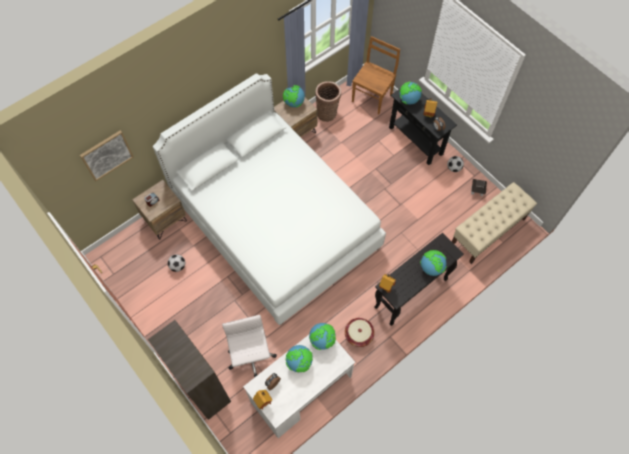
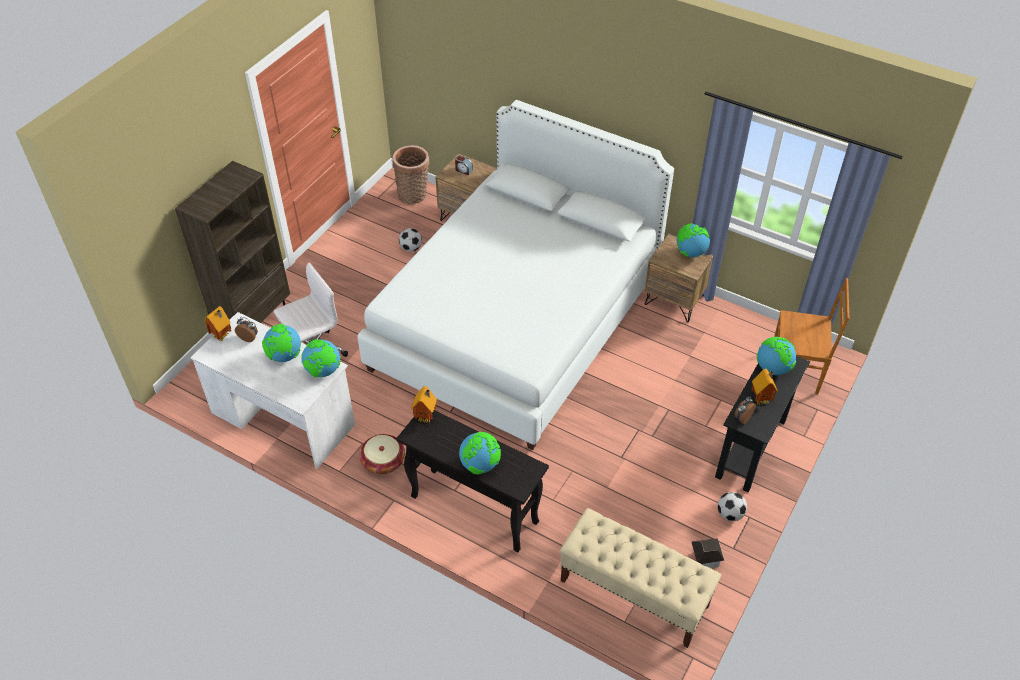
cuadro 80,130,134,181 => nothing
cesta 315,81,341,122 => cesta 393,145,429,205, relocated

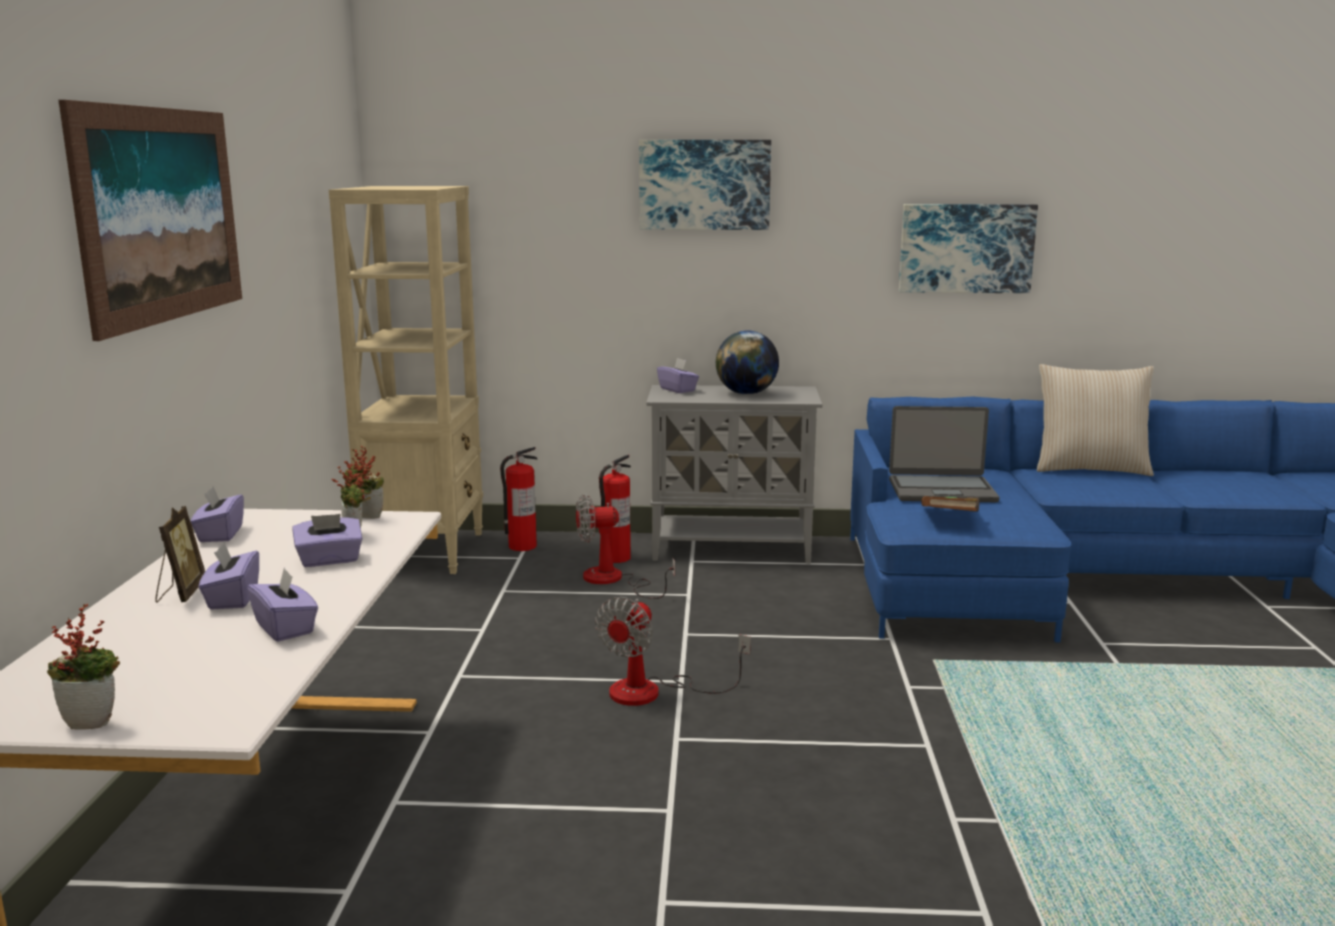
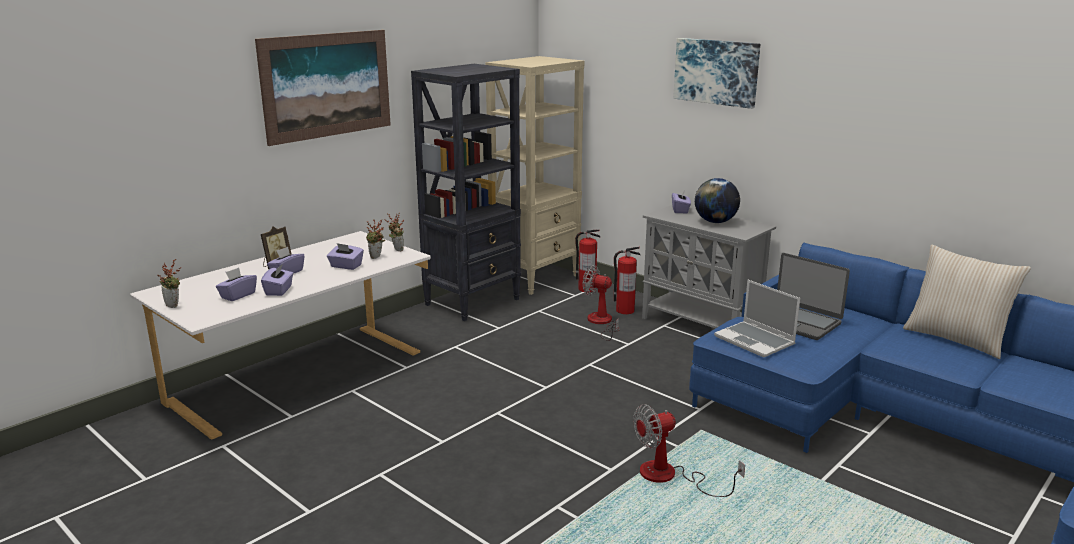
caja de pañuelos [morado] 190,486,244,542 => caja de pañuelos [morado] 216,268,257,301, relocated
ventilador 595,597,751,706 => ventilador 633,404,745,497, relocated
cuadro 899,204,1038,293 => nothing
libro [marrón] 921,496,979,512 => portátil 714,280,800,358
nothing => estantería [negro] 411,64,521,321

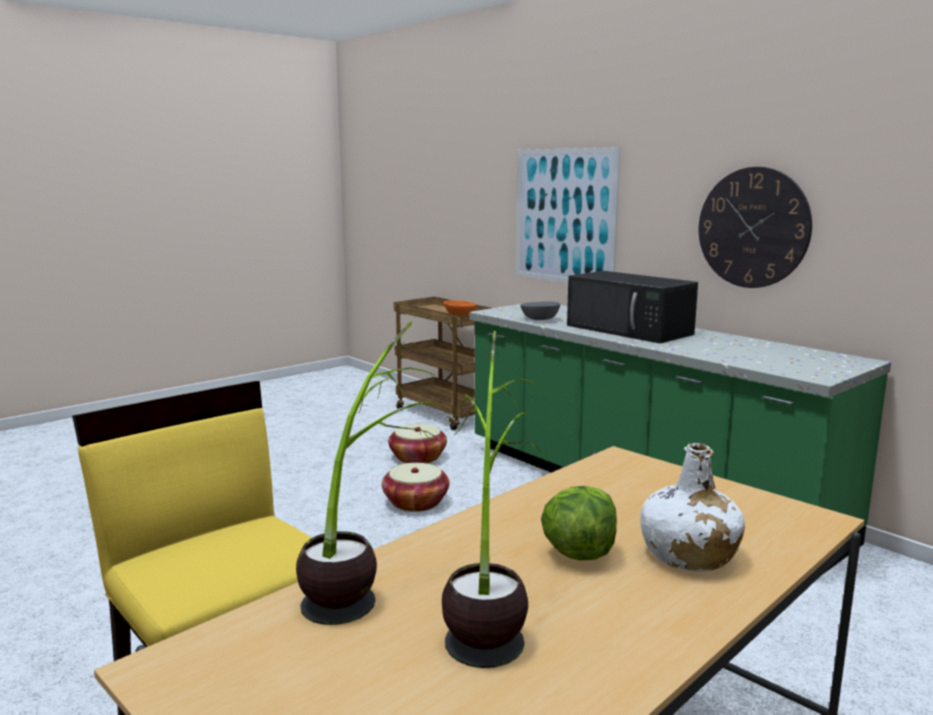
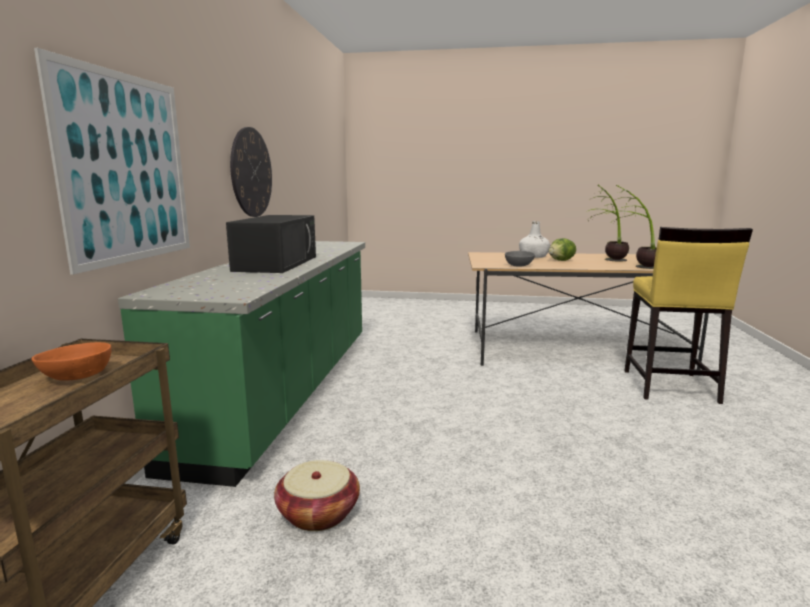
cesta 382,463,449,512 => nothing
cuenco [gris] 520,301,560,320 => cuenco [gris] 505,251,535,267, relocated

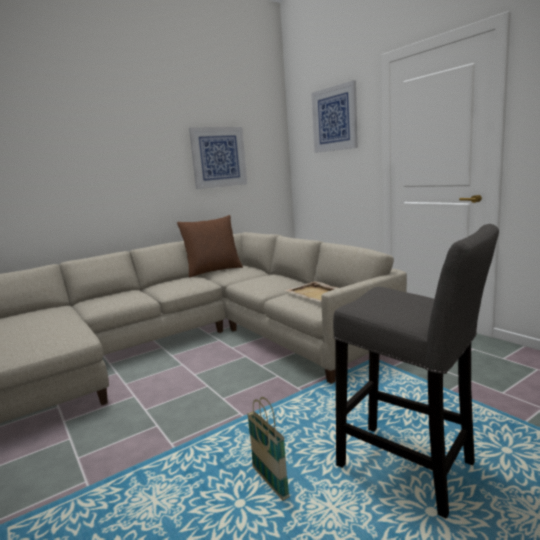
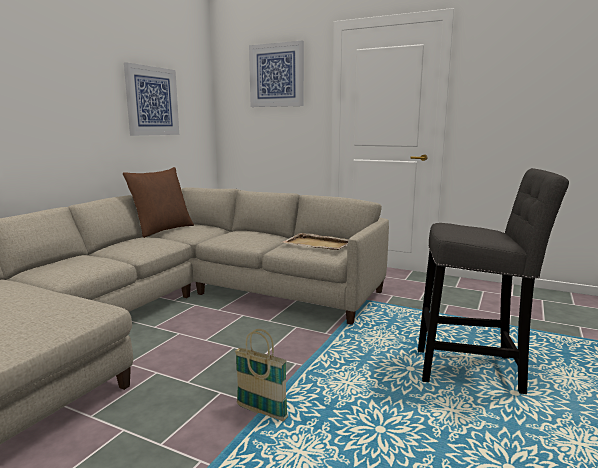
cesta 247,397,290,501 => cesta 235,329,288,421, relocated

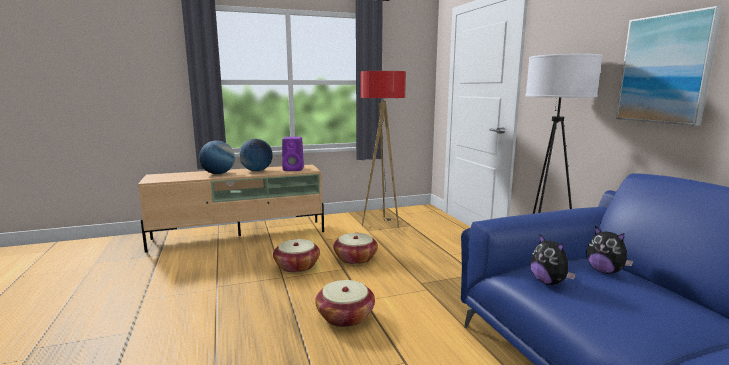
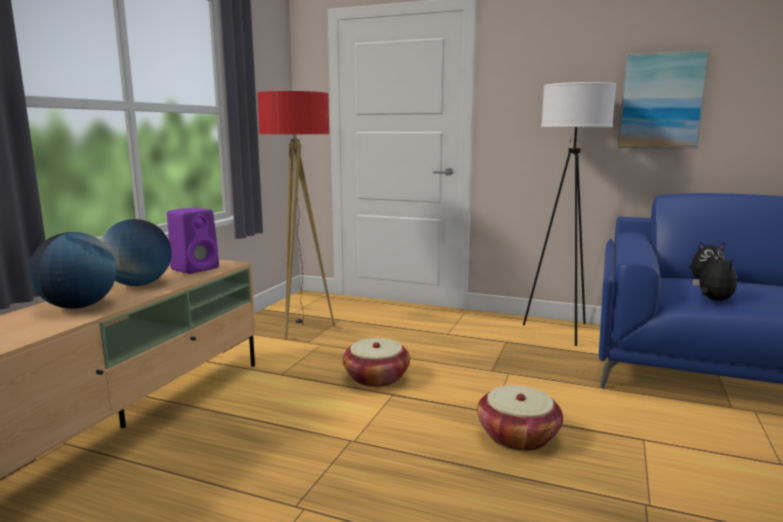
cesta 273,239,320,273 => nothing
peluche 530,234,576,285 => peluche 693,253,737,301, 120 degrees counterclockwise

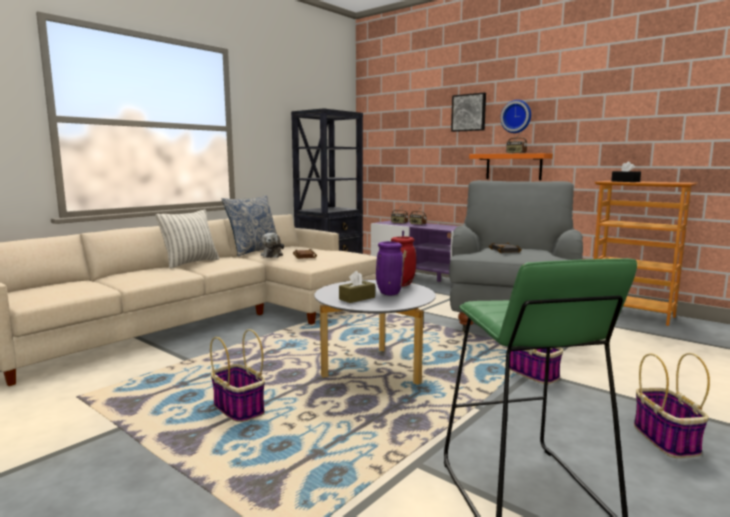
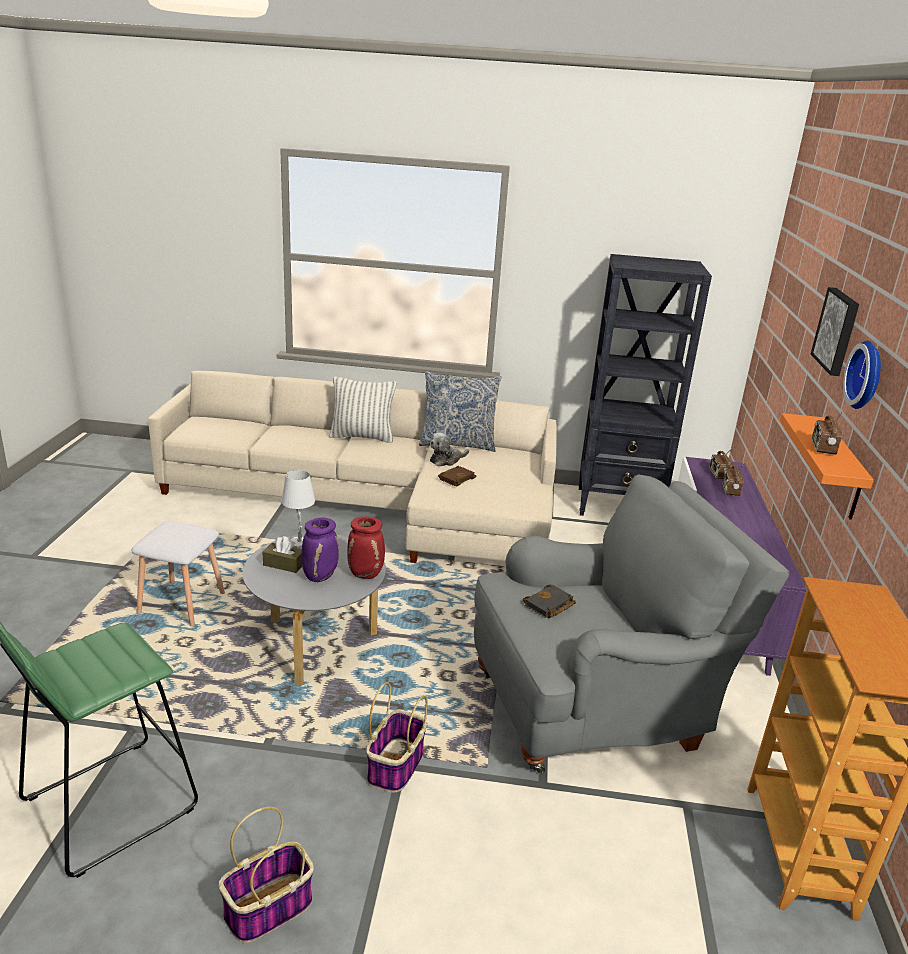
cesta 210,329,265,422 => taburete [blanco] 131,521,225,626
caja de pañuelos [negro] 611,161,641,182 => nothing
nothing => lámpara de mesa [blanco] 281,470,315,549

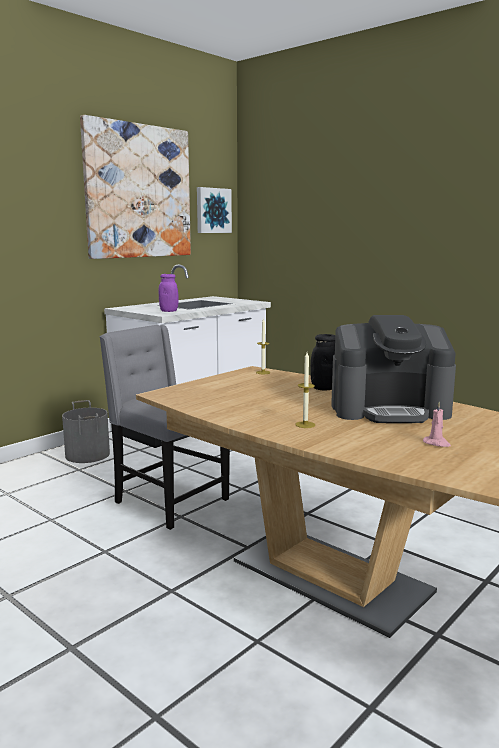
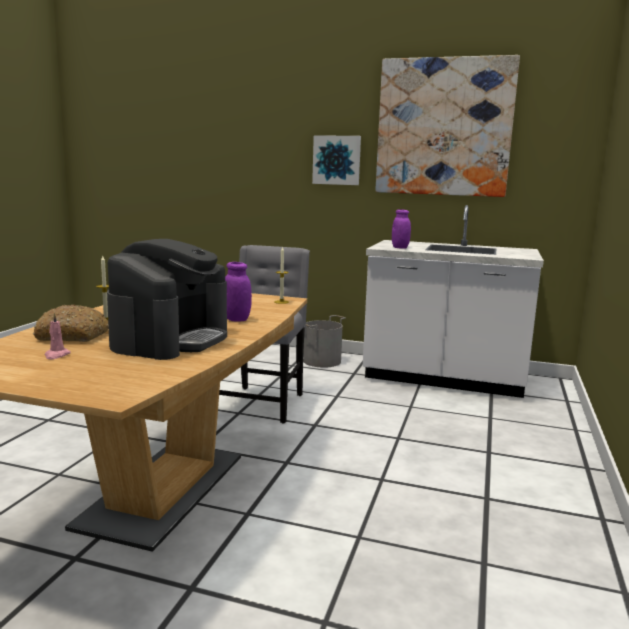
cuadro 197,187,232,233 => cuadro 312,135,361,185, relocated
tarro [negro] 310,334,335,390 => tarro [morado] 225,262,252,322
cafetera 331,315,456,423 => cafetera 107,239,227,360, 135 degrees counterclockwise
nothing => pan 33,304,109,342

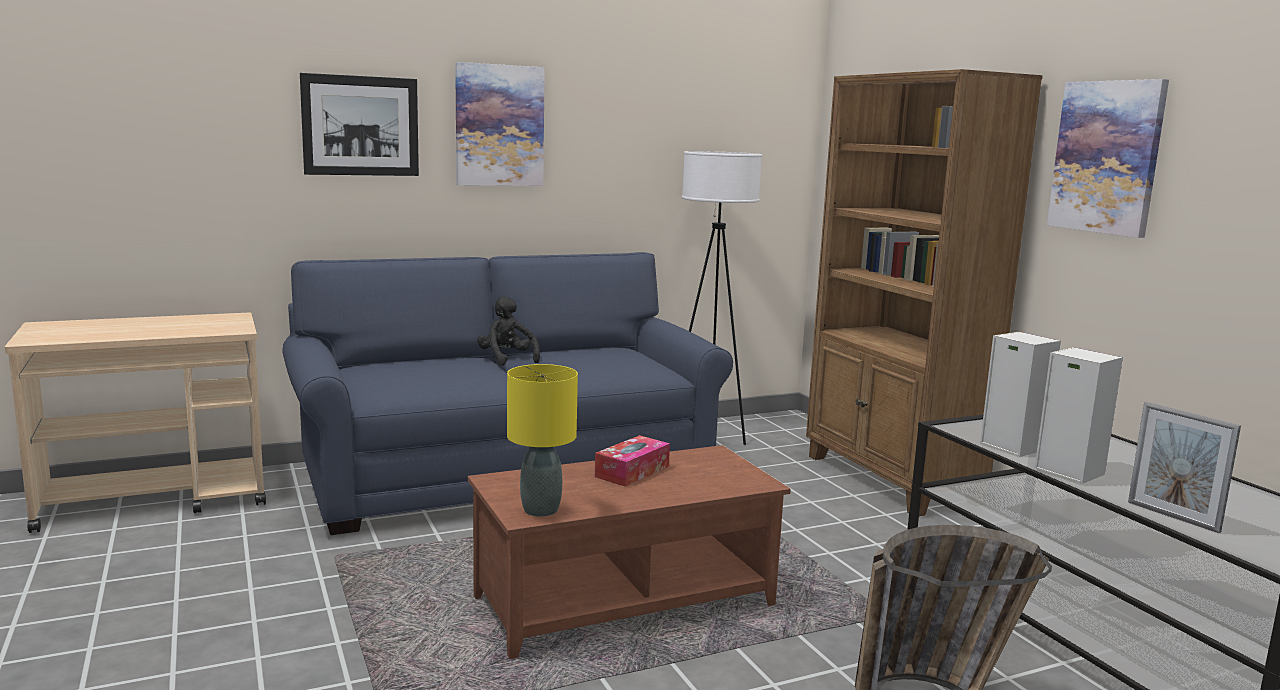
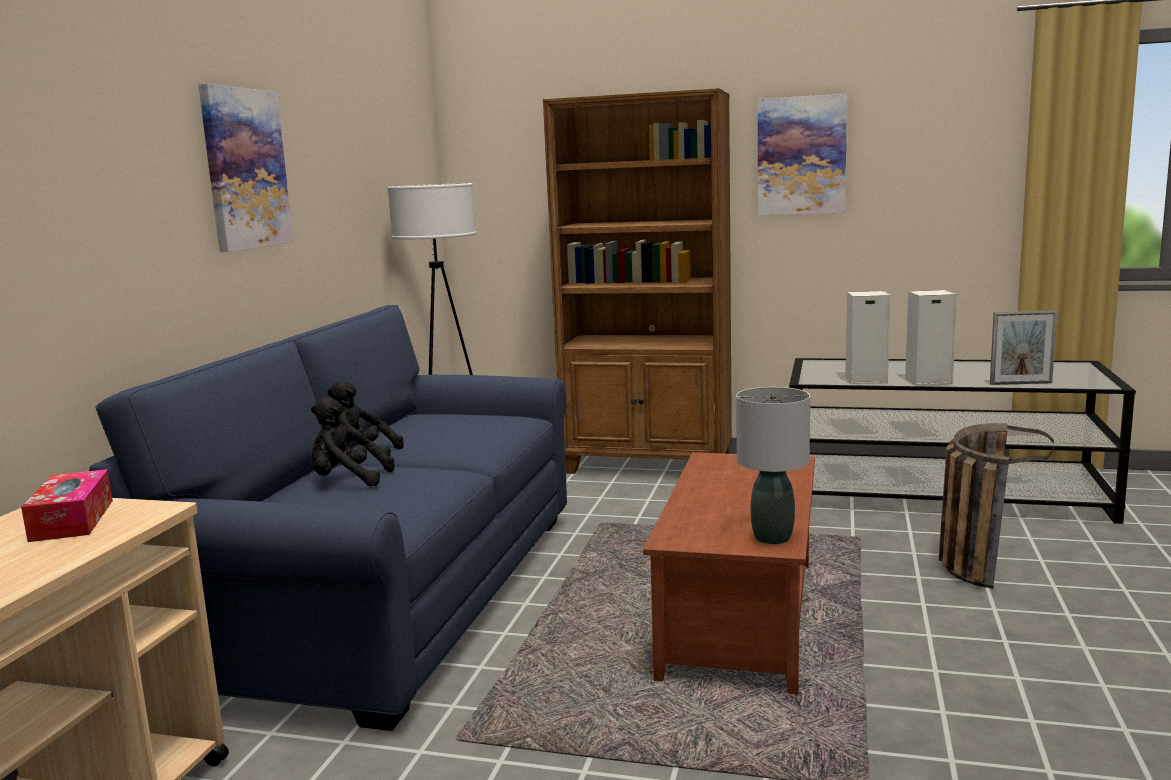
cuadro 300,73,419,176 => nothing
lámpara de mesa [amarillo] 507,364,578,517 => lámpara de mesa [gris] 736,387,810,544
caja de pañuelos 595,435,670,487 => caja de pañuelos 21,469,113,542, relocated
nothing => peluche [negro] 311,397,395,486

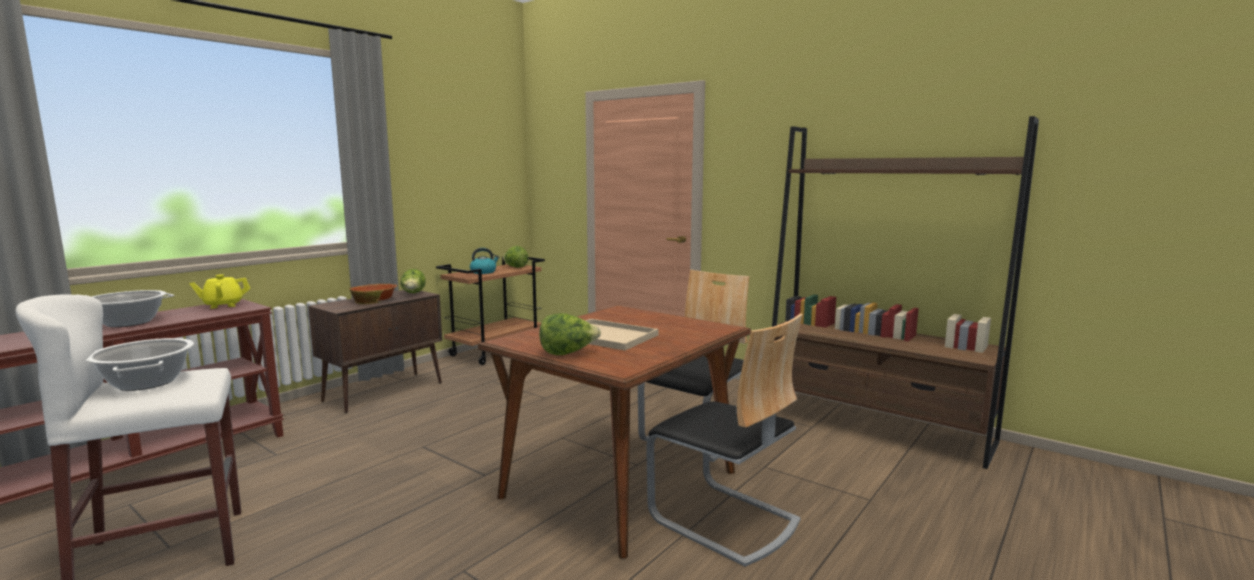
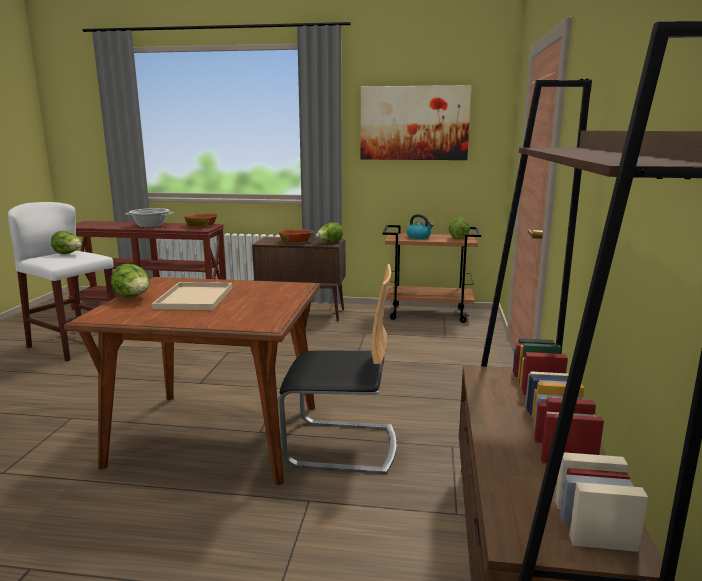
olla 86,338,194,391 => lechuga 51,231,82,254
tetera [amarillo] 190,274,250,309 => cuenco 184,214,218,228
silla 646,313,803,567 => nothing
nothing => cuadro 360,85,472,160

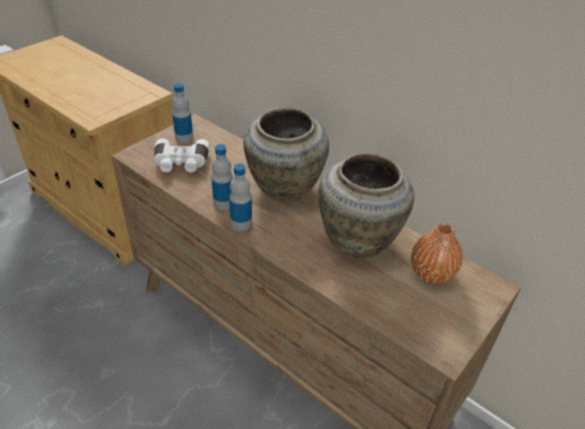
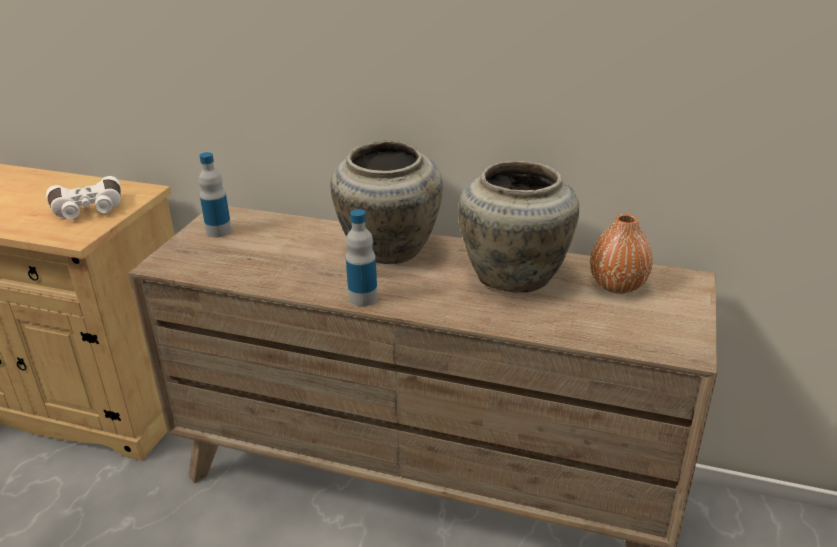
prismáticos [blanco] 154,138,210,173 => prismáticos [blanco] 46,176,121,219, relocated
botella 212,144,233,210 => nothing

